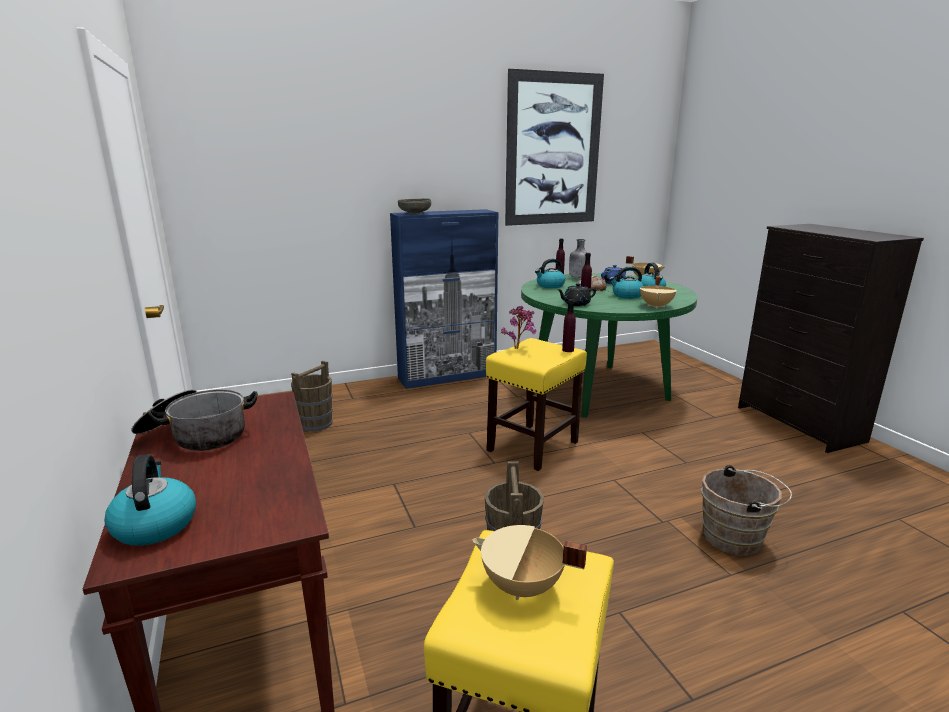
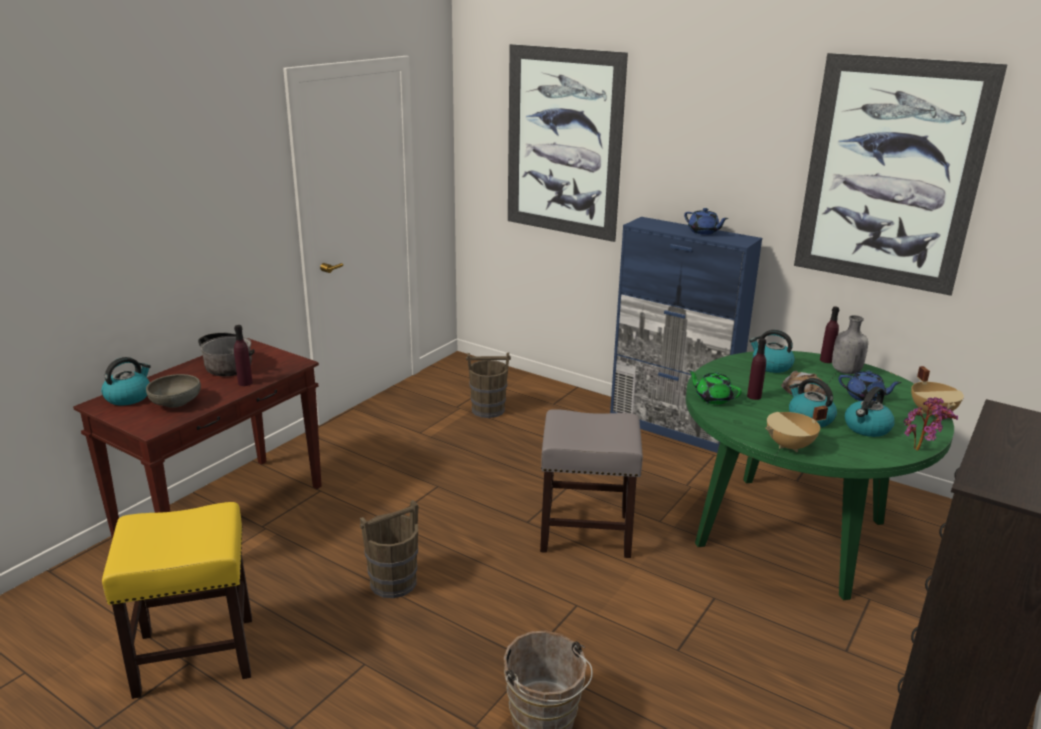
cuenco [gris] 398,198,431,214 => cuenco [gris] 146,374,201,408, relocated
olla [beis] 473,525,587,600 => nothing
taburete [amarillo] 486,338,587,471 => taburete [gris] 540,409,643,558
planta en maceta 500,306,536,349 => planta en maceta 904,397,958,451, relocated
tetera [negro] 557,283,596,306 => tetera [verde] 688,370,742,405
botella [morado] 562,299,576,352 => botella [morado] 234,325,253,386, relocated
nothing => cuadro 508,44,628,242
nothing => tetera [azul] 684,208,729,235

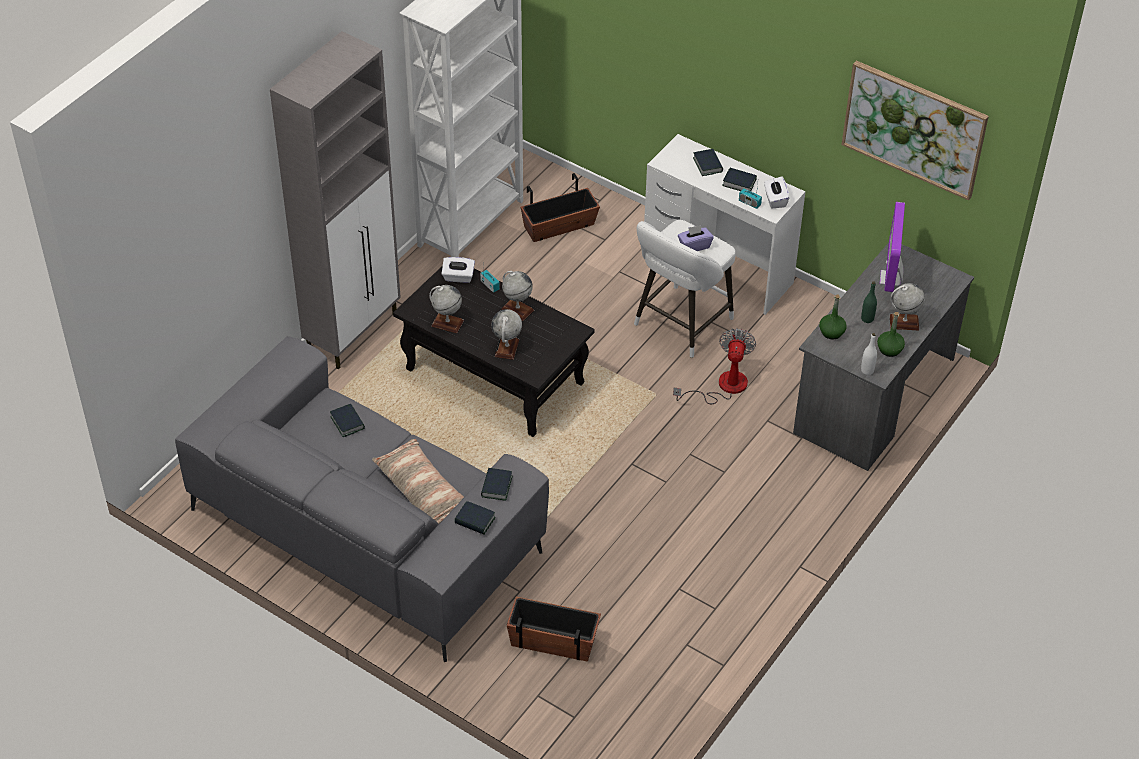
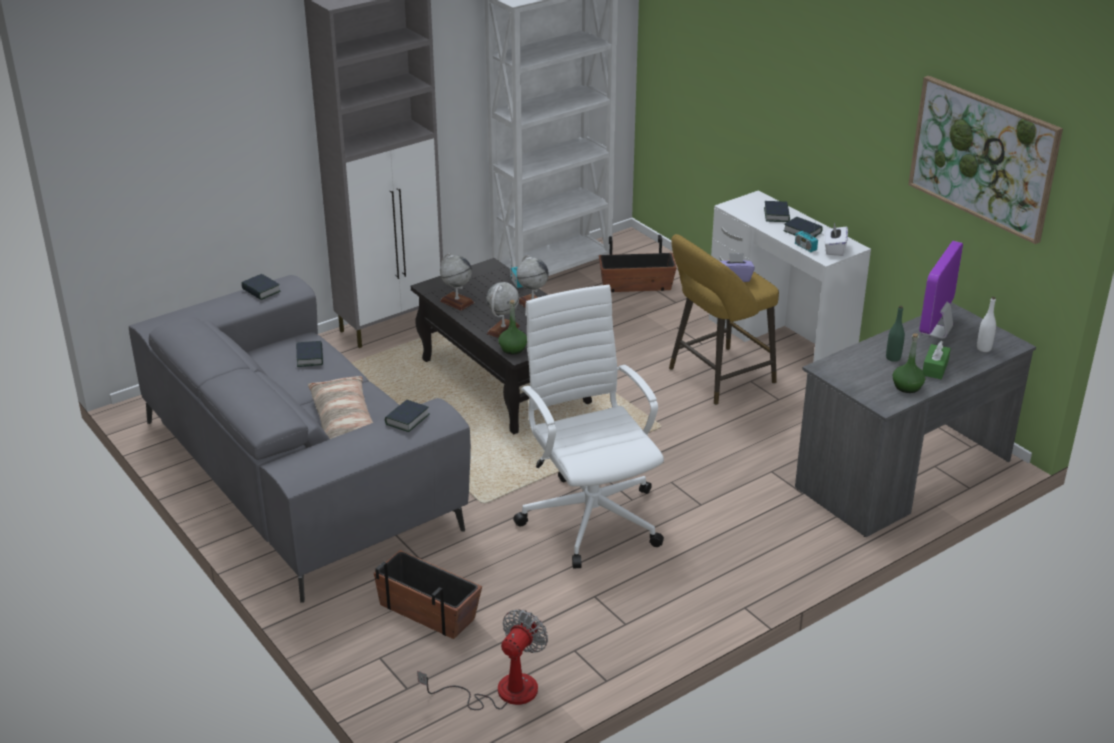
caja de pañuelos [blanco] 442,257,475,283 => nothing
libro 455,501,495,534 => libro 241,274,281,300, relocated
taburete [blanco] 634,220,736,358 => taburete [amarillo] 669,234,779,405
ventilador 673,328,756,404 => ventilador 417,609,548,710, relocated
botella [verde] 819,294,847,339 => botella [verde] 498,300,527,354, relocated
botella [blanco] 861,333,877,375 => botella [blanco] 977,297,996,352, relocated
globo terráqueo 890,283,925,330 => caja de pañuelos [verde] 923,341,951,379
nothing => silla de oficina [blanco] 513,284,664,568

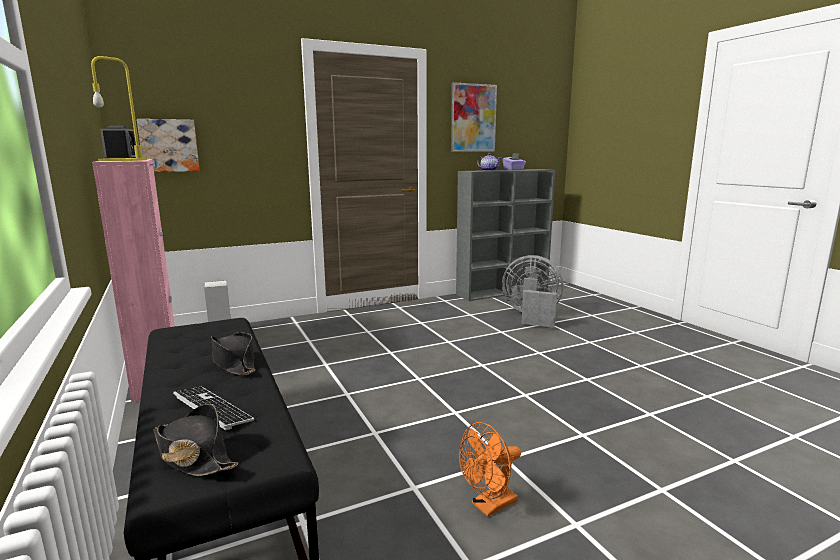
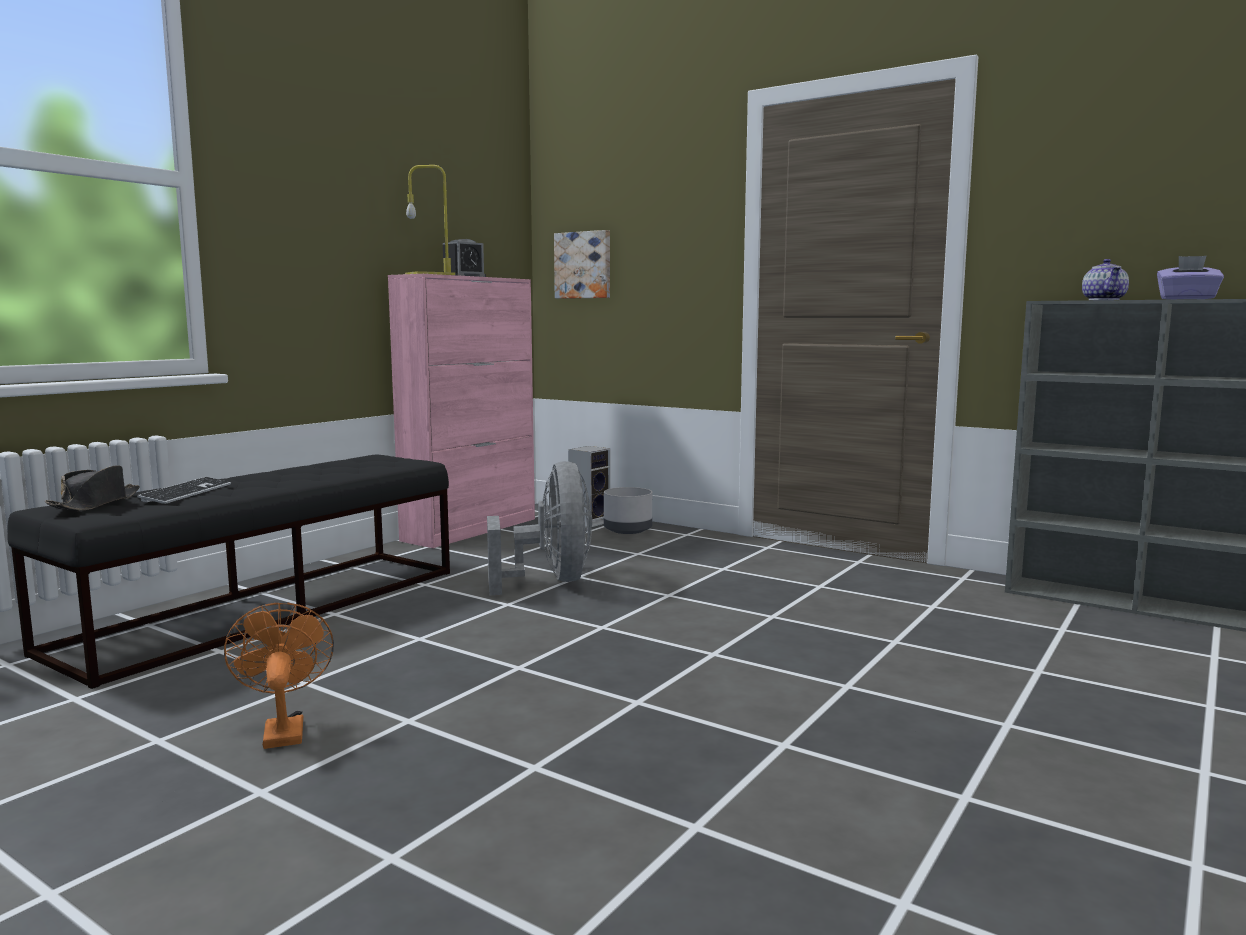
sombrero [negro] 211,332,255,375 => nothing
cuadro 451,82,497,152 => nothing
ventilador [naranja] 459,422,521,517 => ventilador [naranja] 224,602,334,749, 45 degrees clockwise
ventilador [gris] 502,255,564,327 => ventilador [gris] 487,461,592,595, relocated
nothing => maceta [gris] 604,487,652,534

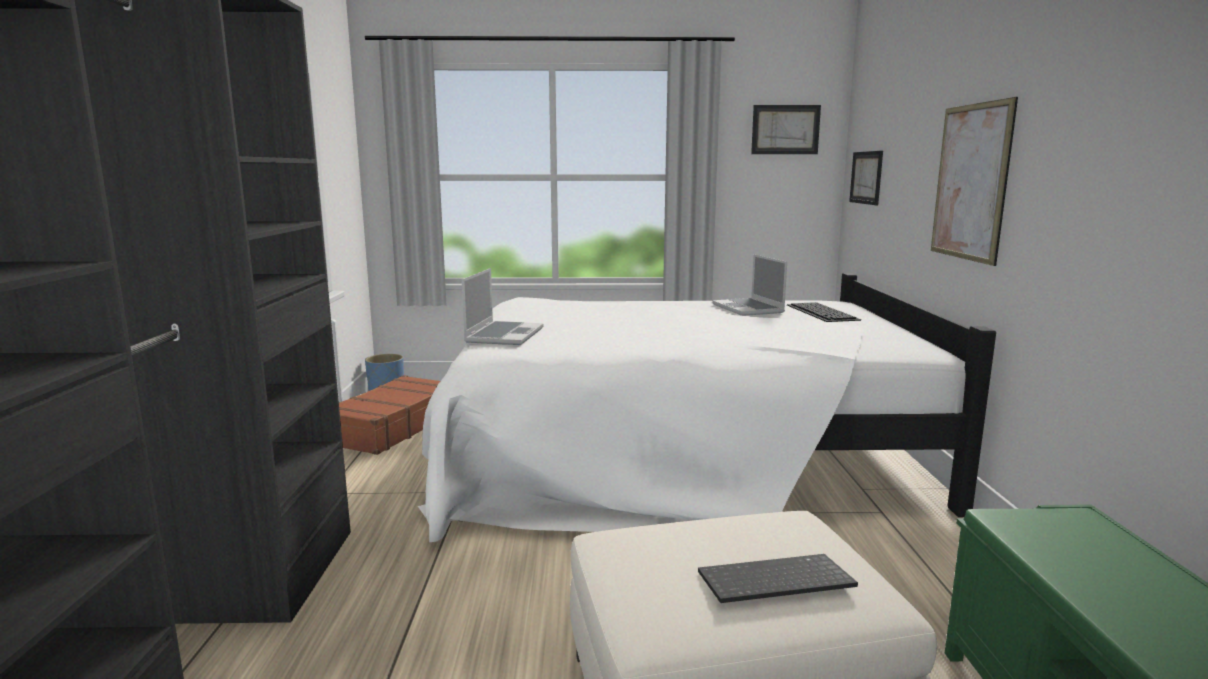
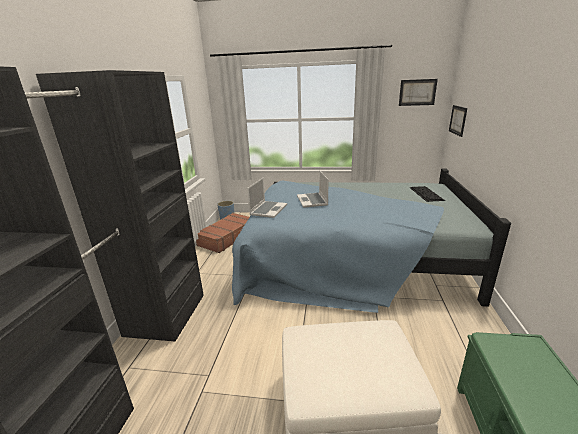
cama [blanco] 418,273,996,542 => cama [azul] 232,169,511,313
teclado 698,554,858,603 => nothing
portátil 712,254,787,316 => portátil 297,170,328,208, relocated
cuadro 931,97,1018,266 => nothing

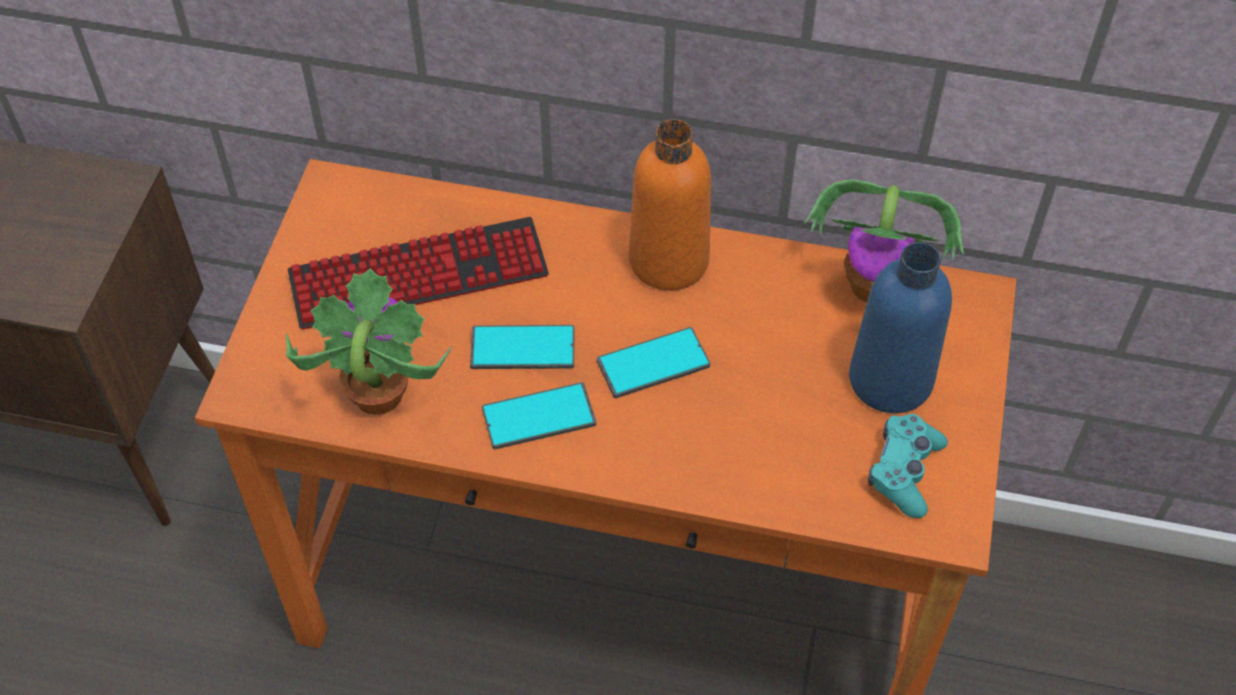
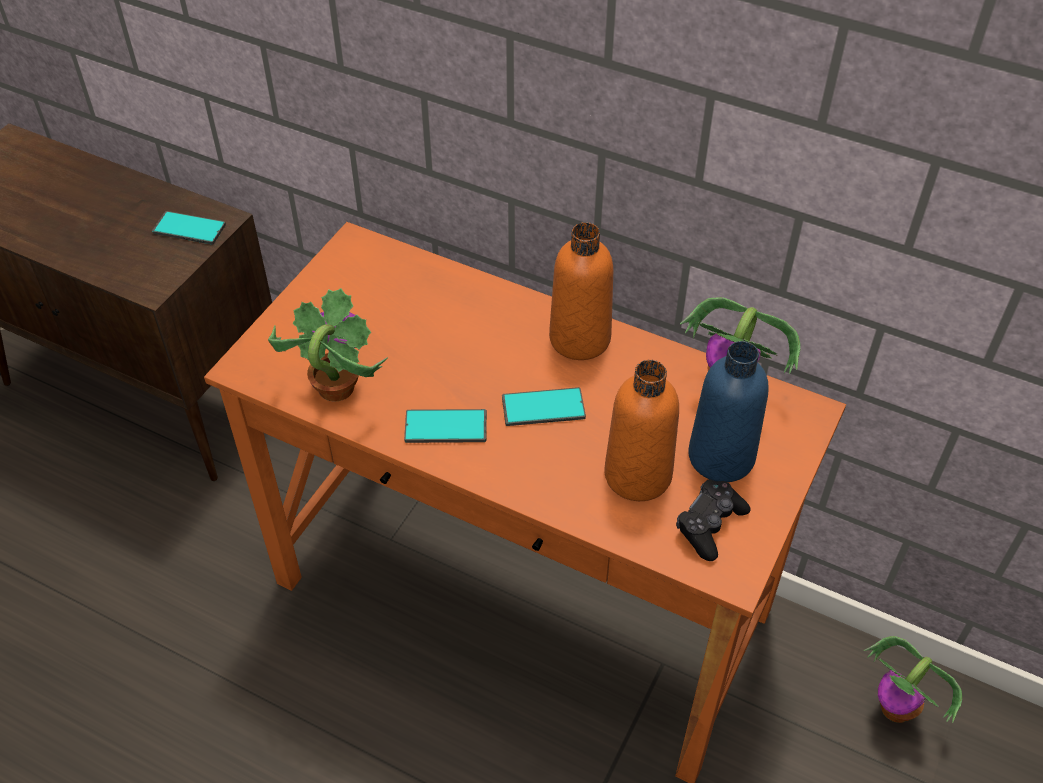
teclado 287,217,549,330 => nothing
móvil 470,325,575,369 => móvil 152,211,226,245, relocated
mando de consola [turquesa] 868,414,948,518 => mando de consola [negro] 676,479,751,561
nothing => botella [naranja] 604,360,679,501
nothing => planta en maceta 864,636,962,723

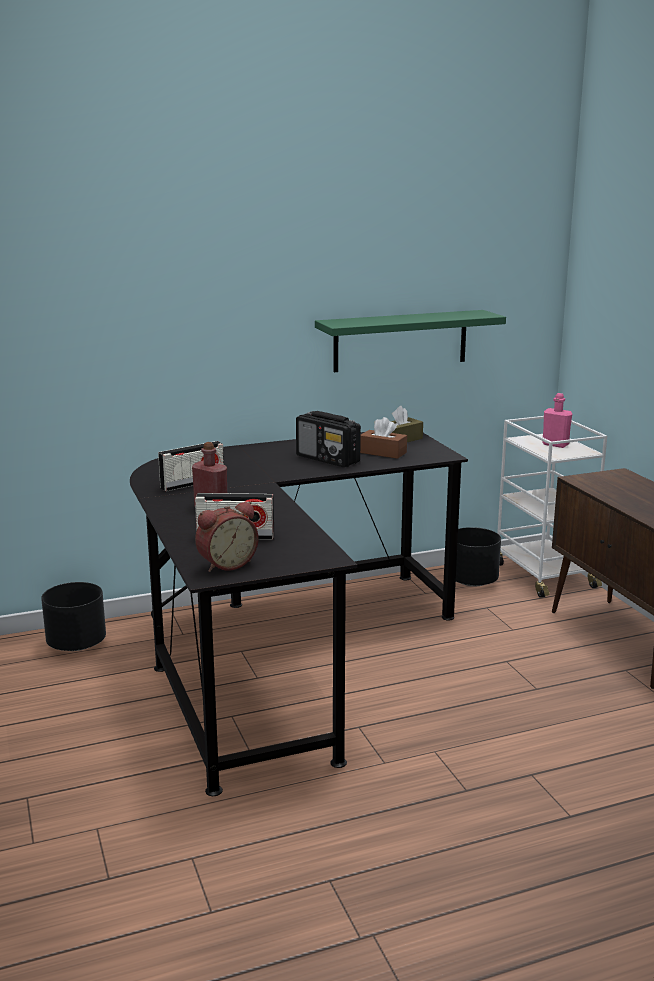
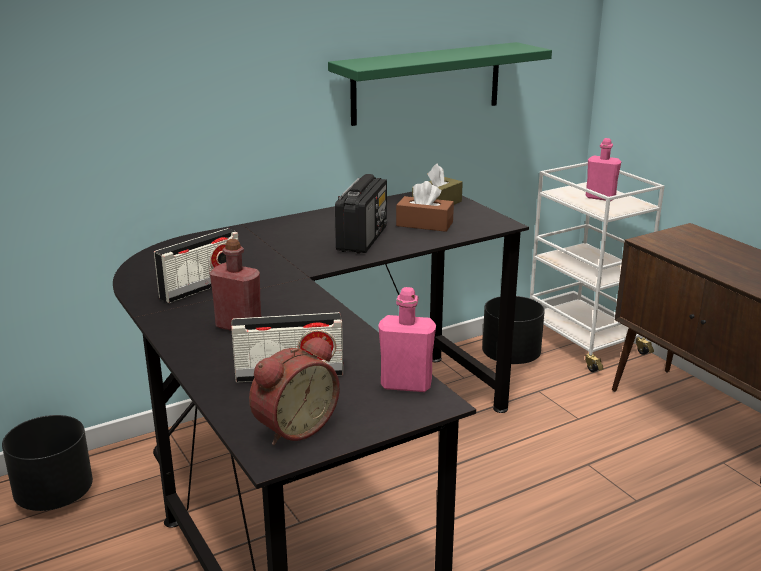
radio 296,411,361,467 => radio 335,174,387,254, 105 degrees counterclockwise
nothing => botella [rosa] 378,287,436,392

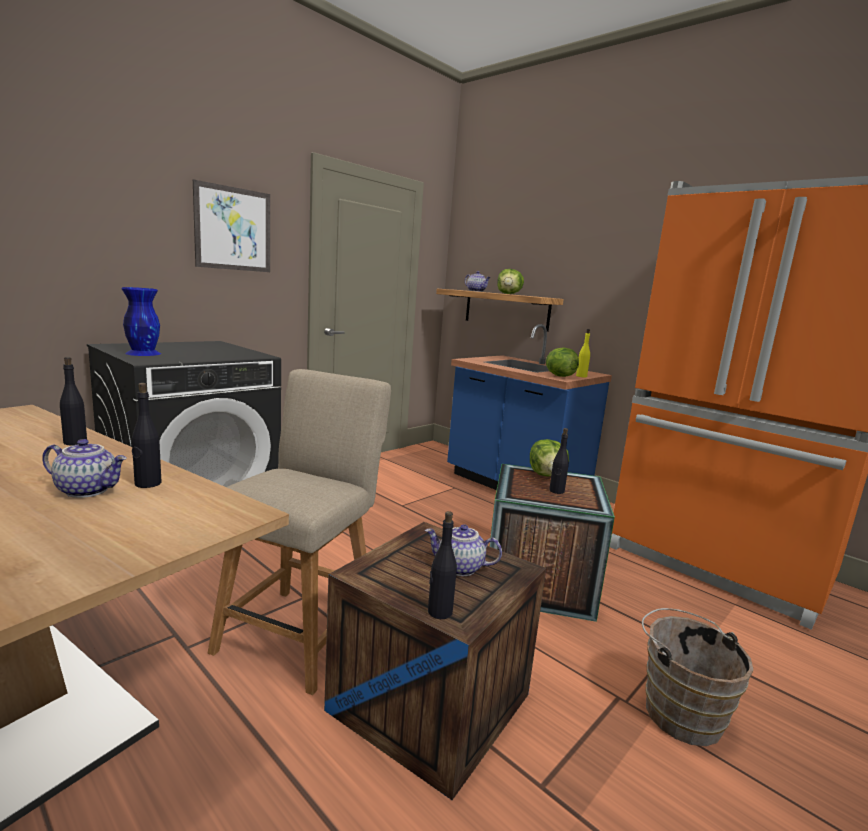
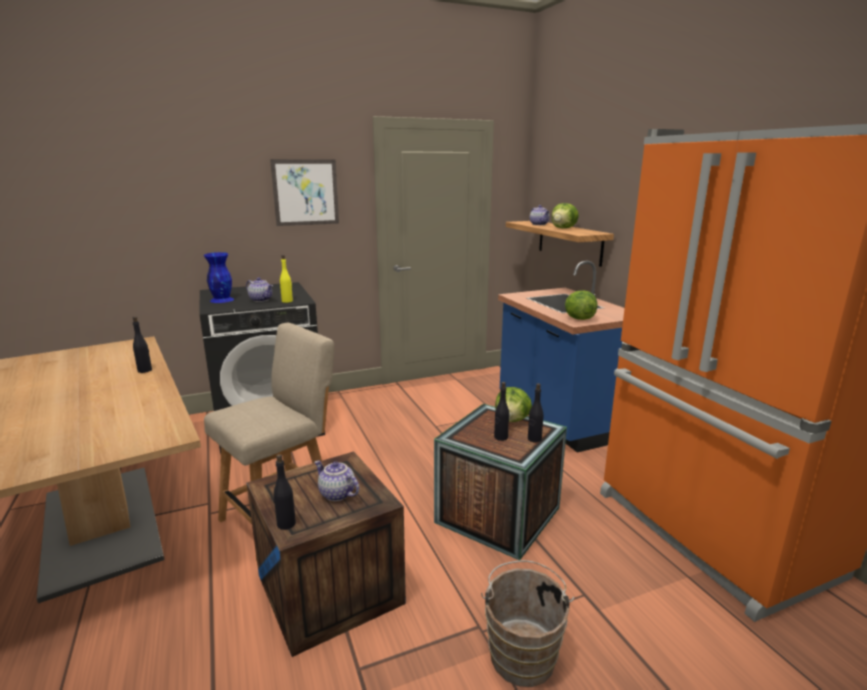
tetera 42,439,127,498 => tetera 246,277,273,302, relocated
botella [negro] 132,383,162,488 => botella [negro] 528,383,543,443, relocated
botella [amarillo] 576,329,590,377 => botella [amarillo] 280,255,293,303, relocated

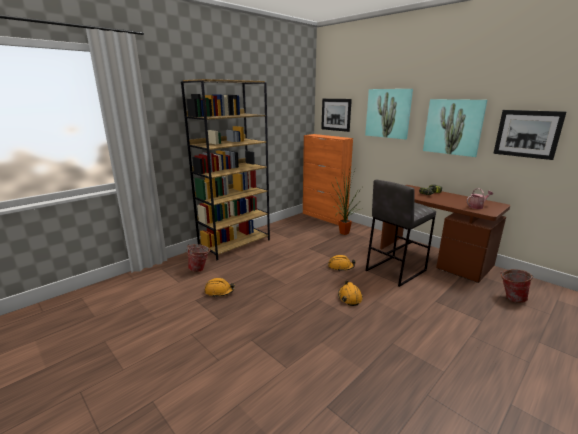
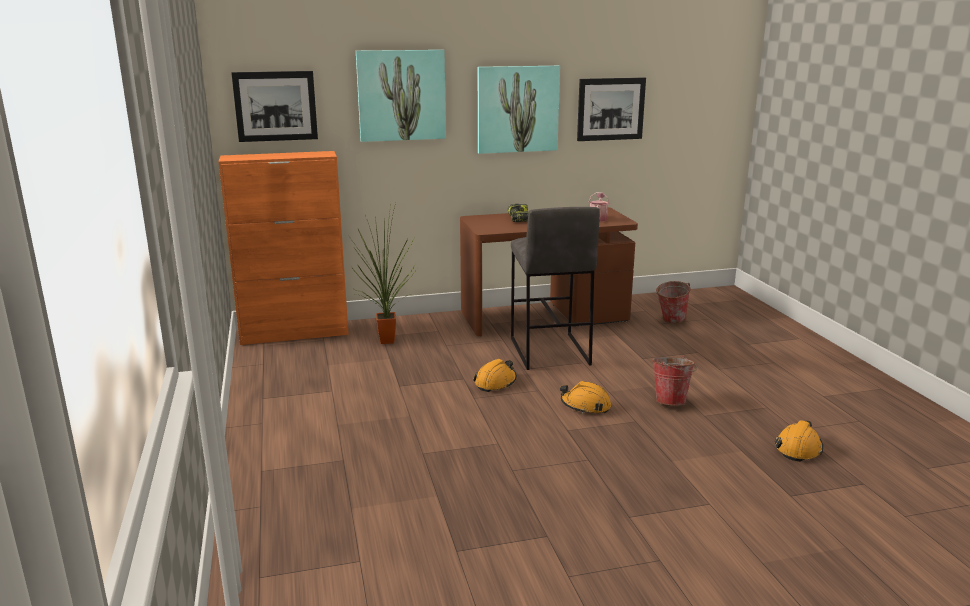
estantería [marrón] 181,79,270,260 => nothing
cubo 186,244,210,272 => cubo 652,355,697,406, relocated
casco [naranja] 205,278,235,297 => casco [naranja] 775,420,823,462, relocated

